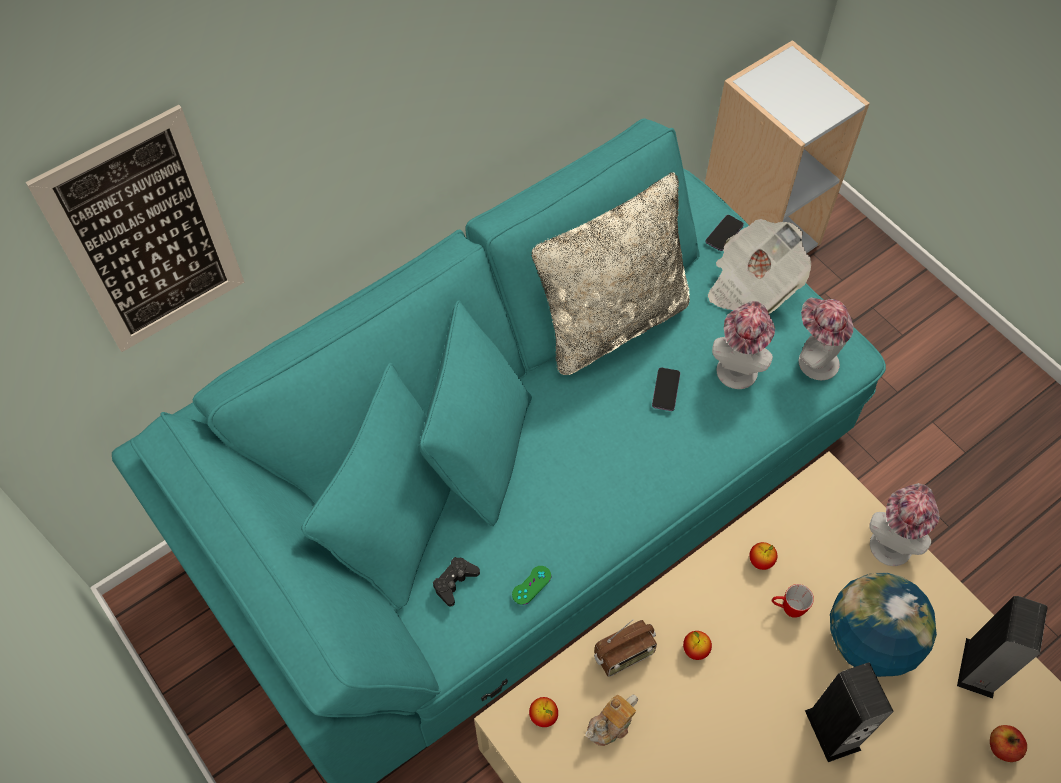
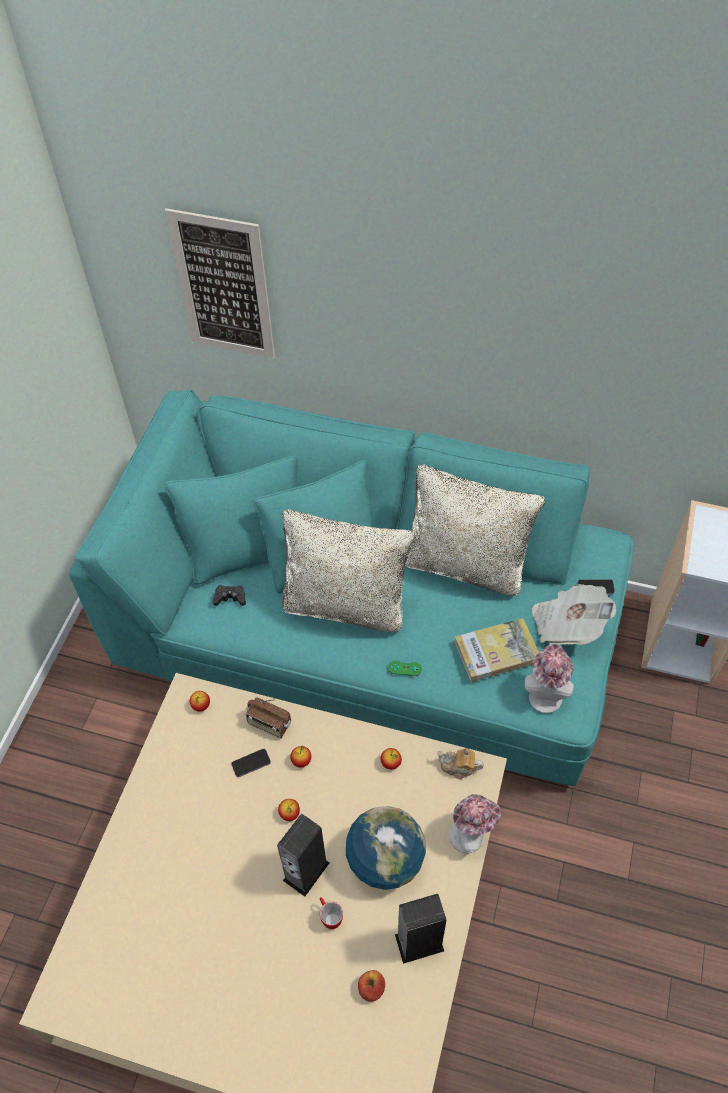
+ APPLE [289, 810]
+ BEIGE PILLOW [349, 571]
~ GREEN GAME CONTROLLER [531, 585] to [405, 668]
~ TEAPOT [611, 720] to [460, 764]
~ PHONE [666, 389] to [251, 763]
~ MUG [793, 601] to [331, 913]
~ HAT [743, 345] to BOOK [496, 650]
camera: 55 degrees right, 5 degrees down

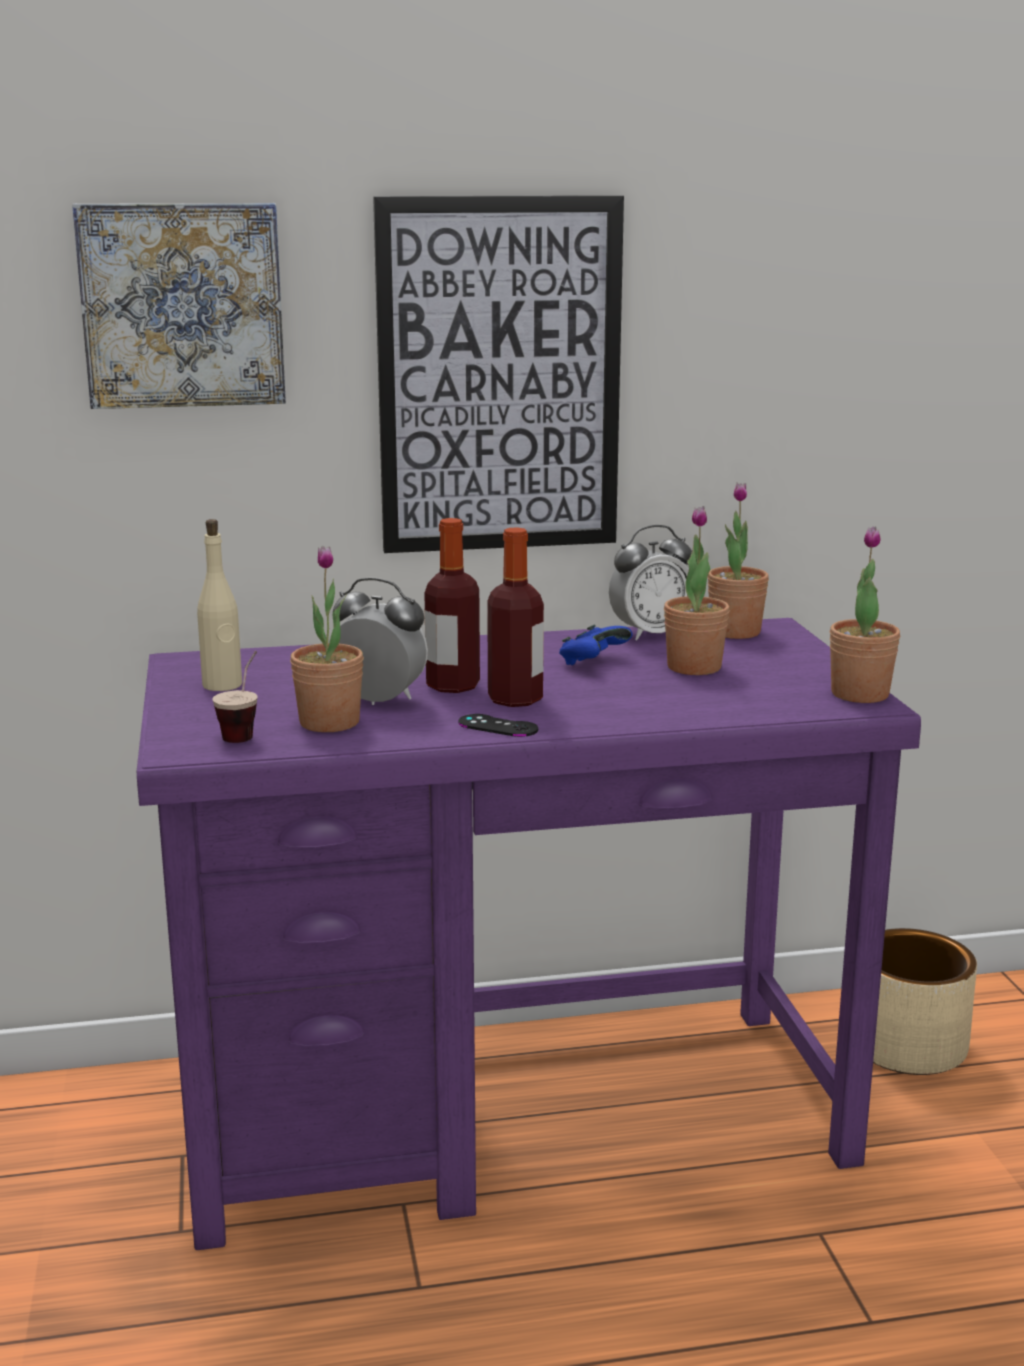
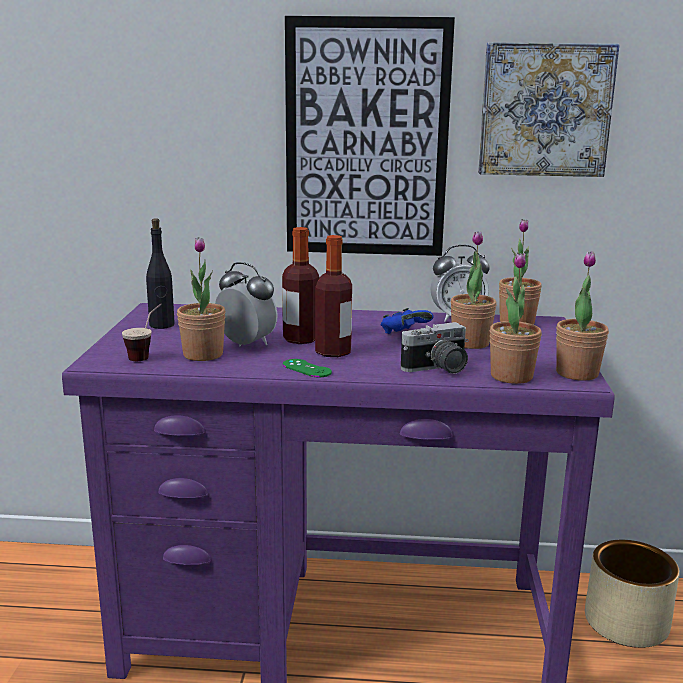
+ PHOTO CAMERA [435, 348]
+ POTTED PLANT [516, 318]
~ PICTURE [179, 306] to [549, 109]
~ BEIGE BOTTLE [219, 605] to BLACK BOTTLE [160, 273]
~ BLACK GAME CONTROLLER [498, 725] to GREEN GAME CONTROLLER [307, 368]
camera: 15 degrees right, 0 degrees up

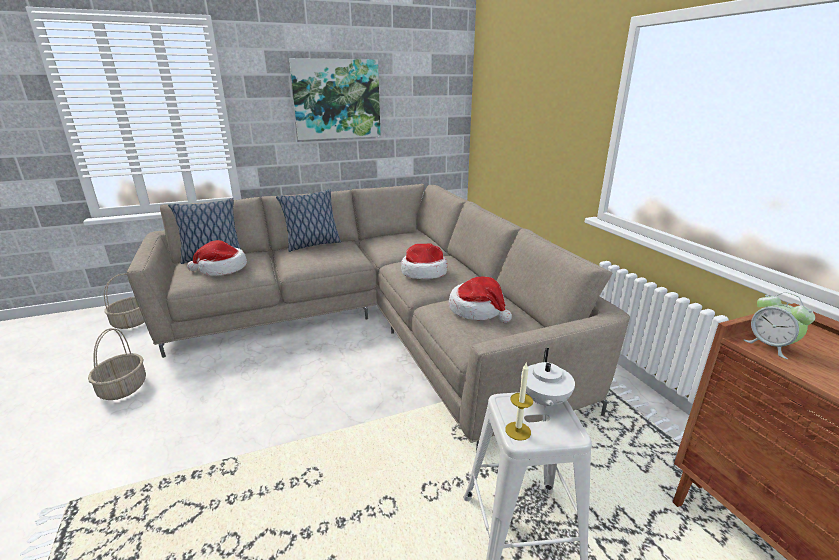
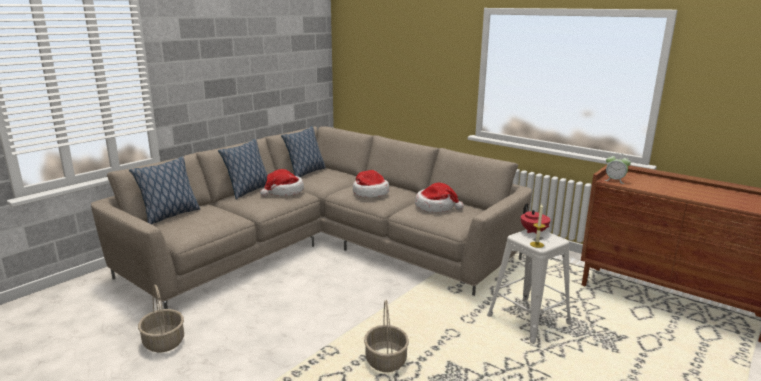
- PICTURE [335, 99]
+ PILLOW [303, 151]
~ BASKET [124, 301] to [386, 336]
~ HAT [217, 258] to [282, 183]
~ WHITE TEAPOT [548, 379] to RED TEAPOT [535, 218]
camera: 30 degrees left, 5 degrees down

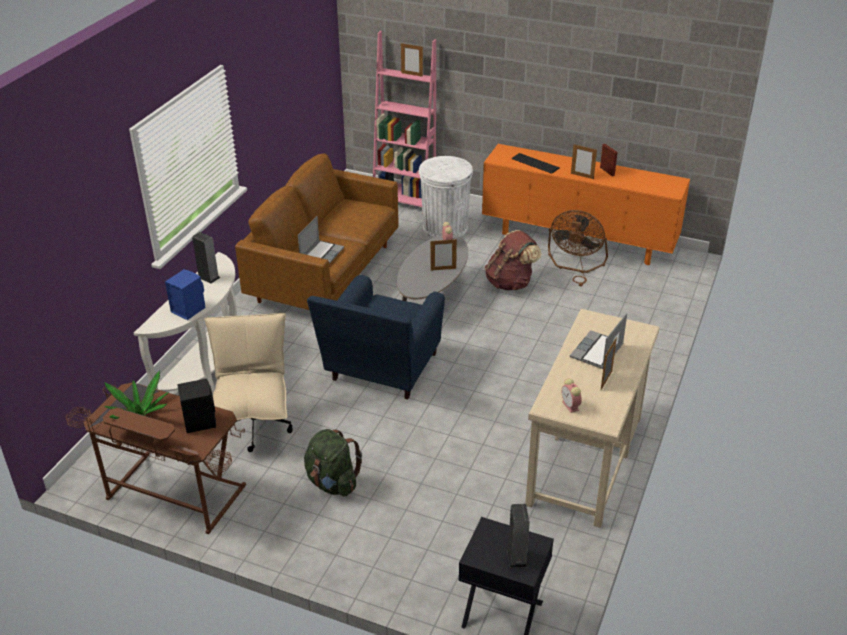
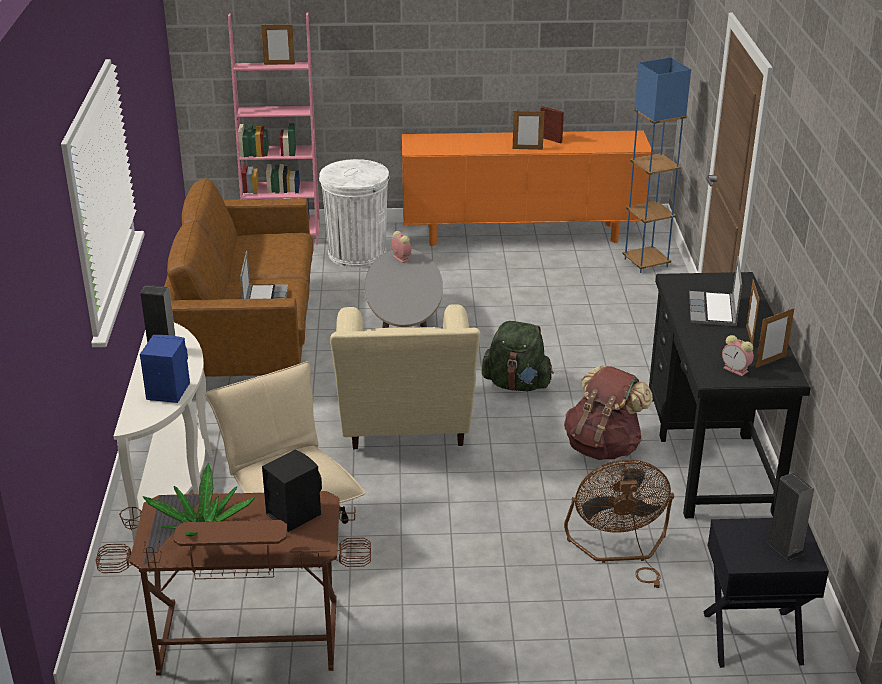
- KEYBOARD [536, 163]
+ BLUE FLOOR LAMP [656, 165]
~ GREEN BACKPACK [333, 463] to [518, 356]
~ PICTURE FRAME [444, 255] to [775, 338]
~ BROWN BACKPACK [513, 260] to [608, 413]
~ BROWN FAN [578, 248] to [619, 523]
~ BLUE ARMCHAIR [376, 337] to BEIGE ARMCHAIR [405, 376]
~ BEIGE DESK [592, 418] to BLACK DESK [729, 395]
camera: 25 degrees left, 5 degrees down

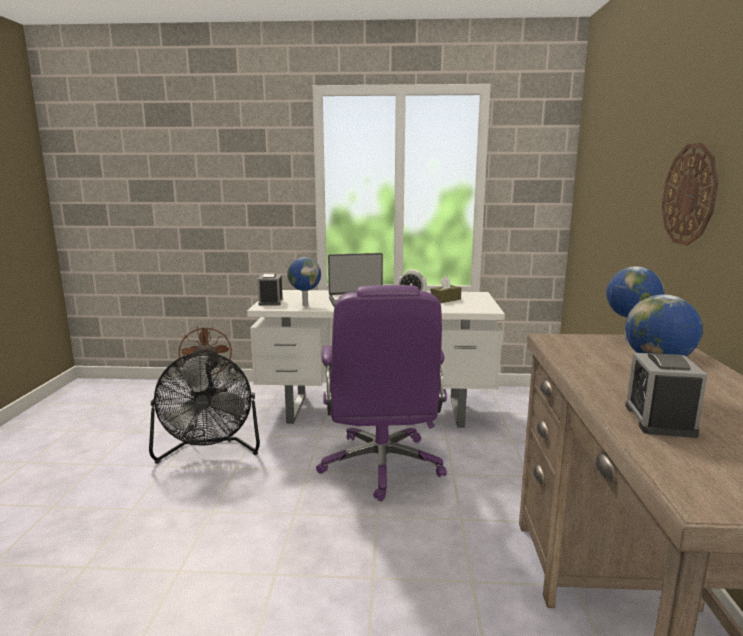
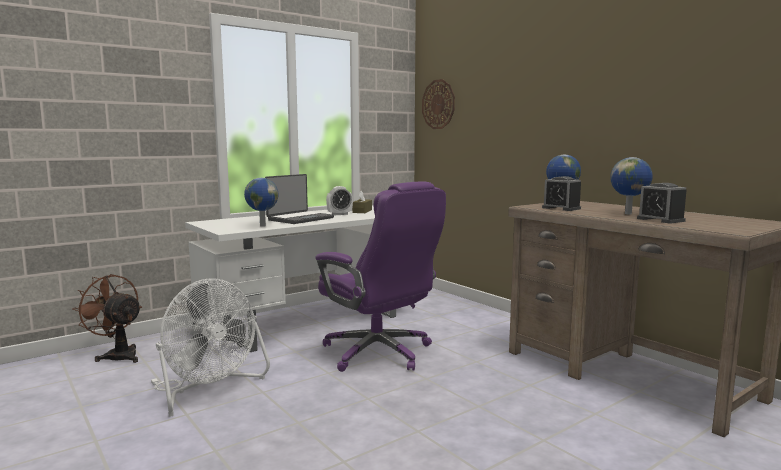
~ ALARM CLOCK [270, 289] to [561, 193]
~ WALL CLOCK [690, 194] to [438, 104]
~ BLACK FAN [204, 408] to WHITE FAN [210, 347]
camera: 40 degrees left, 5 degrees down

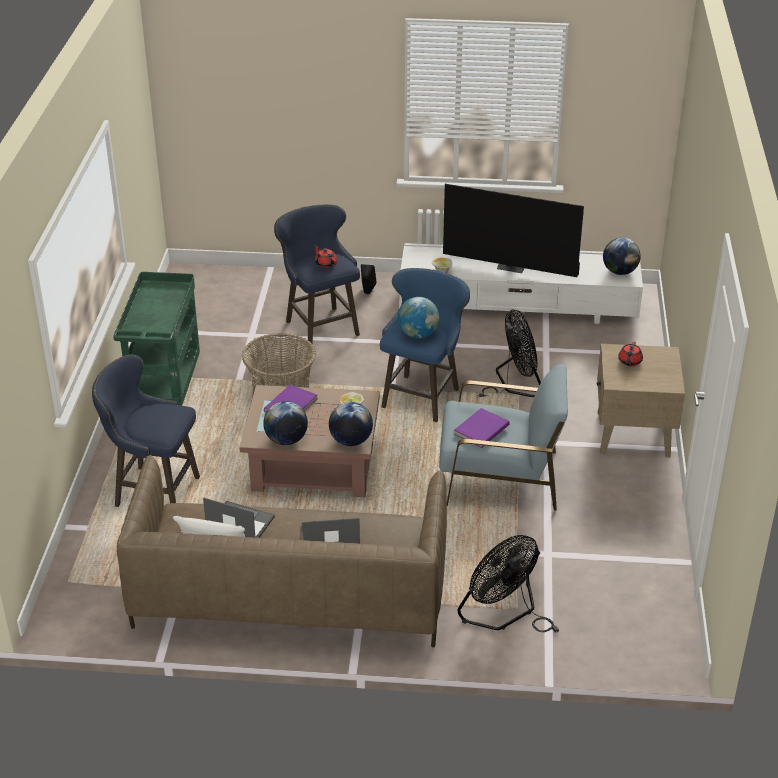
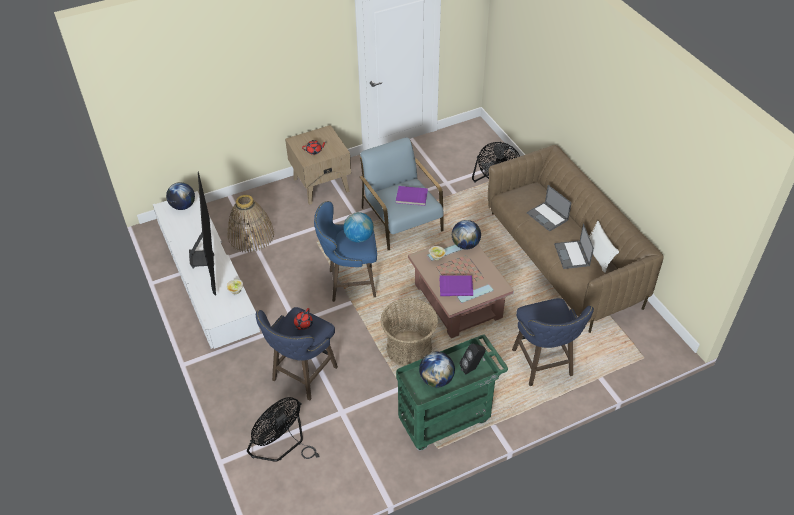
+ BASKET [251, 224]
~ GLOBE [285, 423] to [437, 369]
~ BLACK SPEAKER [368, 279] to [472, 359]
~ BLACK FAN [510, 353] to [283, 429]
camera: 120 degrees left, 10 degrees up

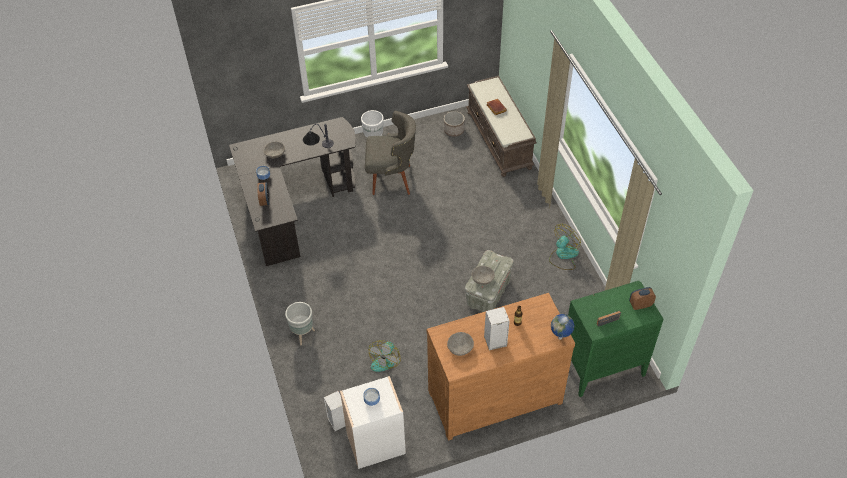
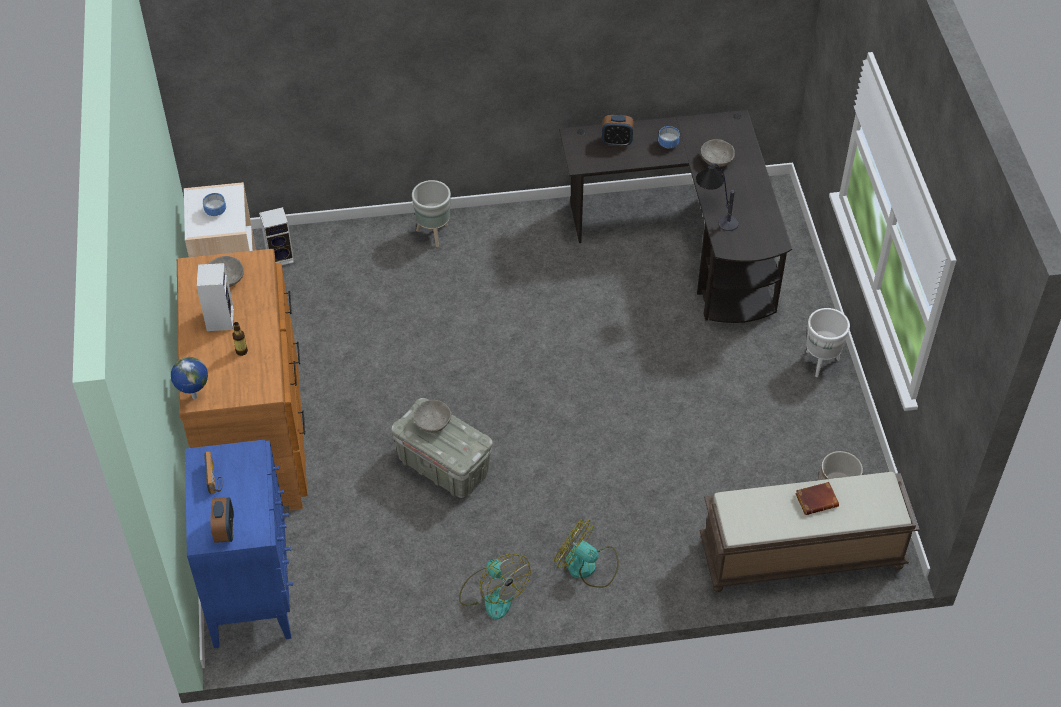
- GREY CHAIR [390, 153]
~ FAN [385, 356] to [586, 553]
~ GREEN DRESSER [616, 339] to BLUE DRESSER [239, 544]
camera: 100 degrees right, 0 degrees up

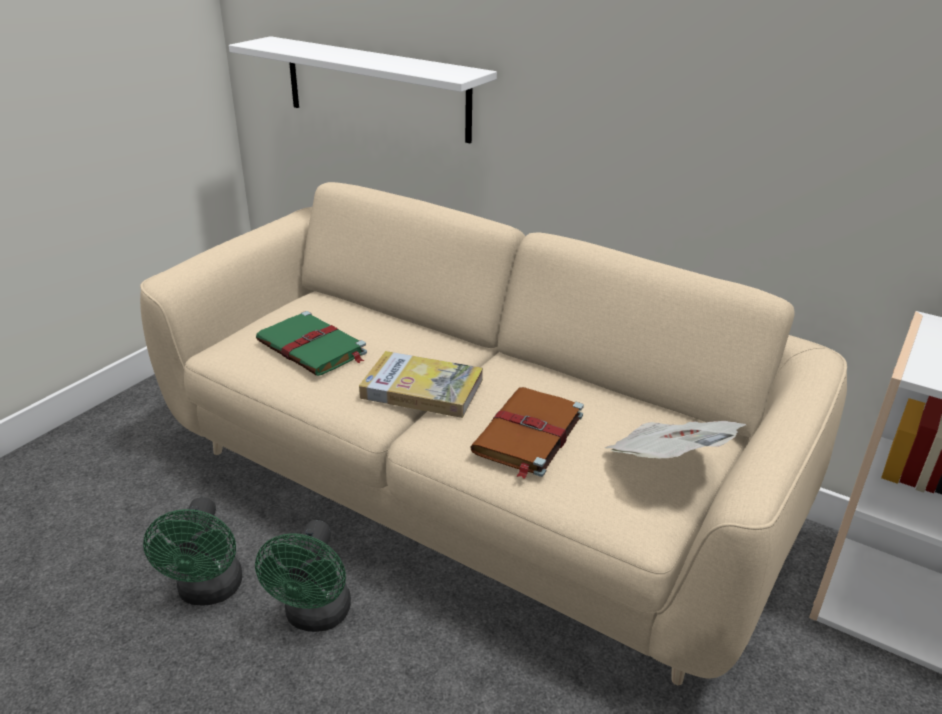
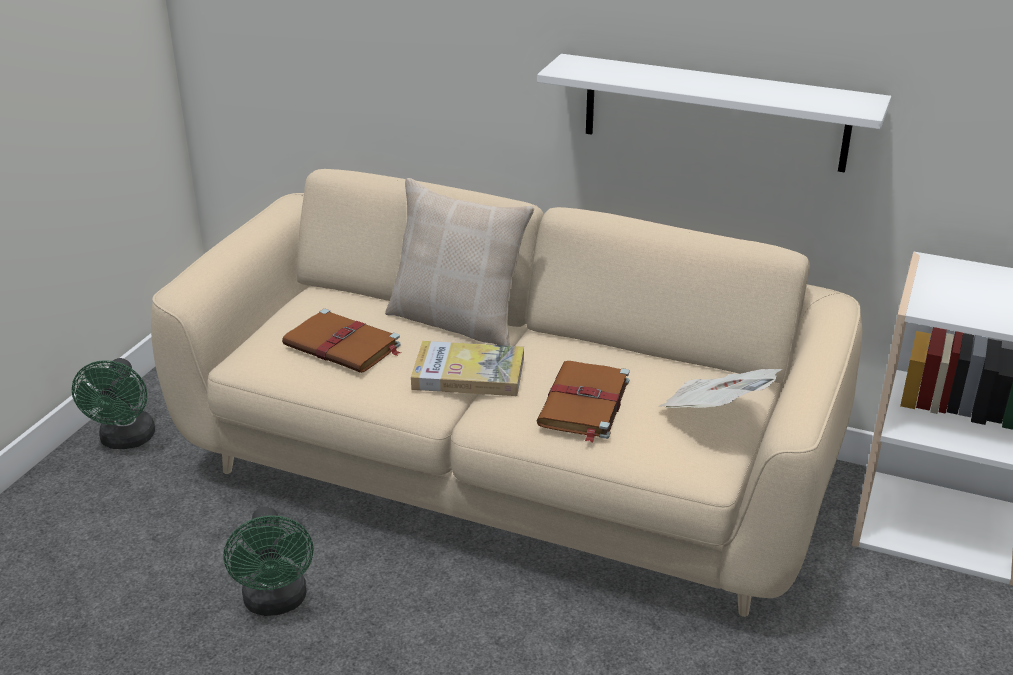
+ BEIGE PILLOW [459, 262]
~ WHITE SHELF [363, 90] to [714, 113]
~ GREEN FAN [303, 576] to [113, 403]
~ GREEN BOOK [311, 343] to BROWN BOOK [341, 341]
camera: 10 degrees left, 0 degrees up

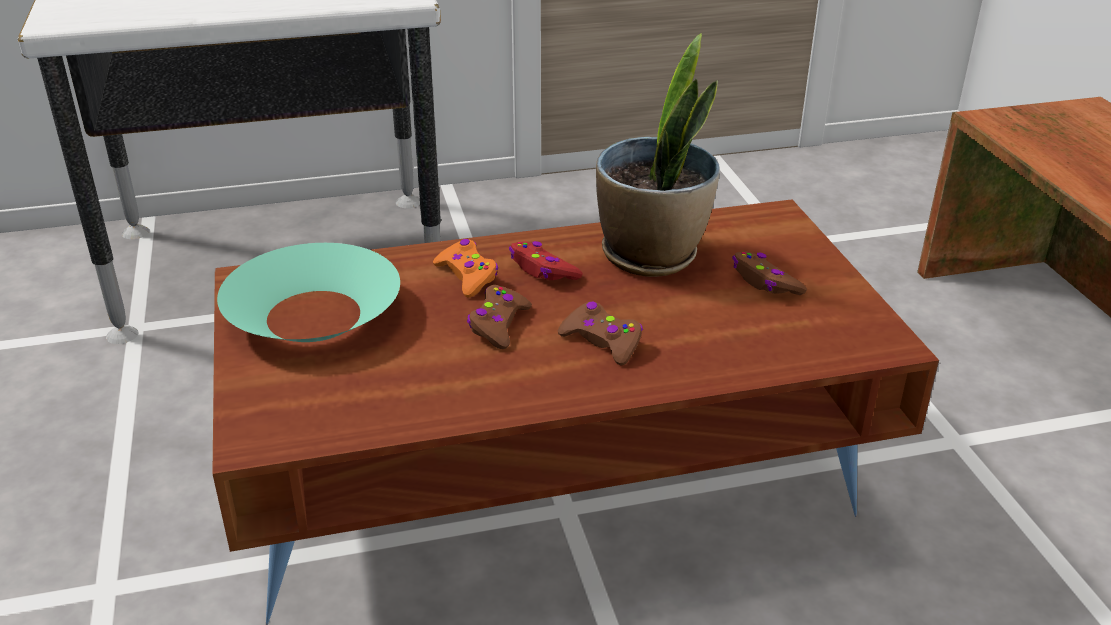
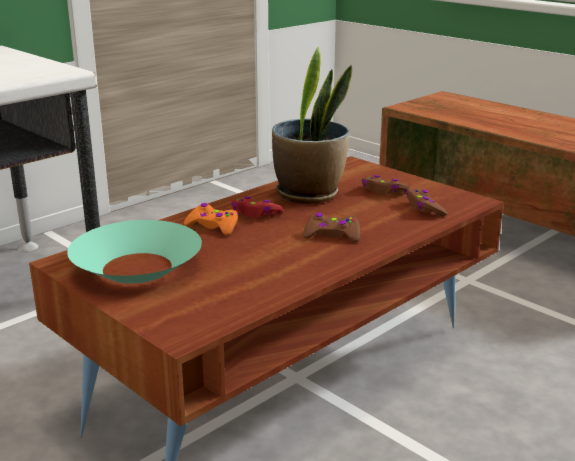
~ BROWN GAME CONTROLLER [499, 317] to [426, 202]
camera: 30 degrees left, 10 degrees down

